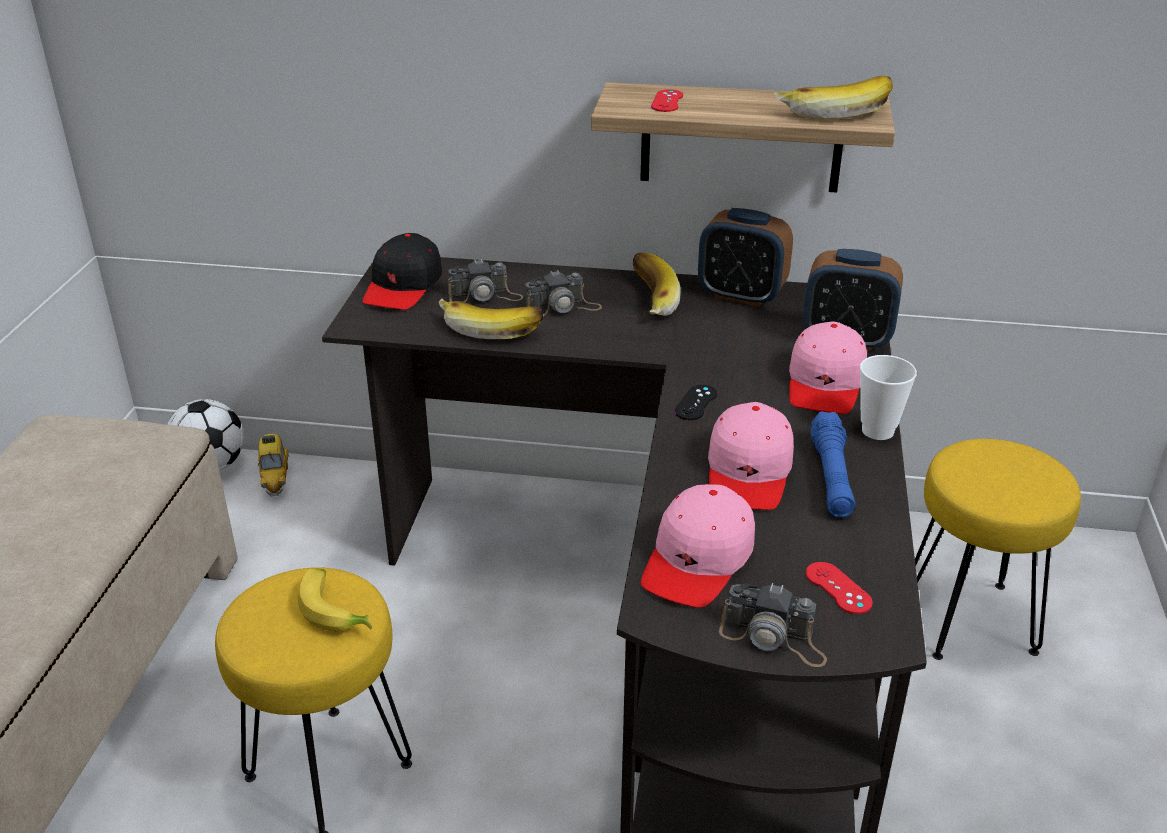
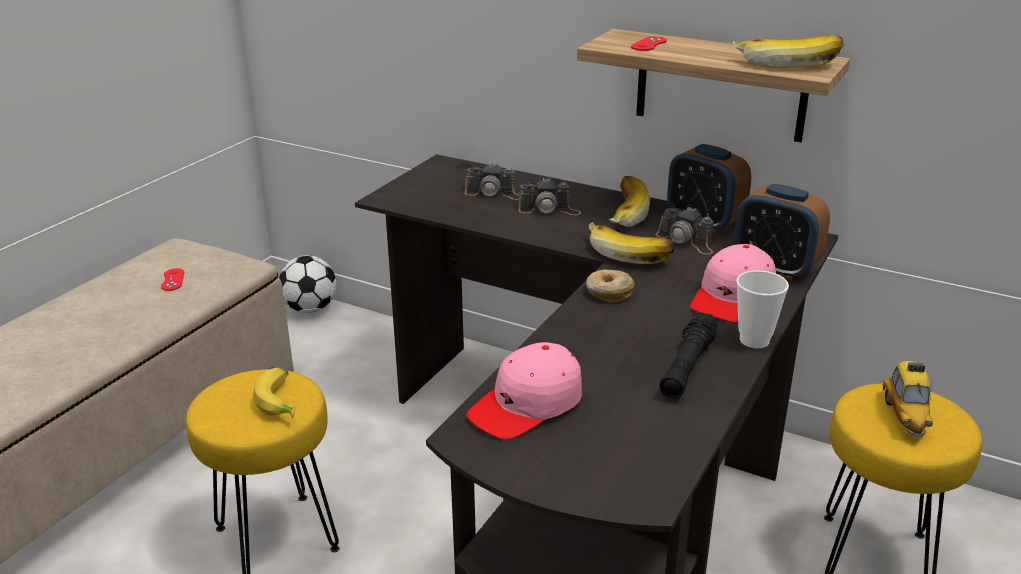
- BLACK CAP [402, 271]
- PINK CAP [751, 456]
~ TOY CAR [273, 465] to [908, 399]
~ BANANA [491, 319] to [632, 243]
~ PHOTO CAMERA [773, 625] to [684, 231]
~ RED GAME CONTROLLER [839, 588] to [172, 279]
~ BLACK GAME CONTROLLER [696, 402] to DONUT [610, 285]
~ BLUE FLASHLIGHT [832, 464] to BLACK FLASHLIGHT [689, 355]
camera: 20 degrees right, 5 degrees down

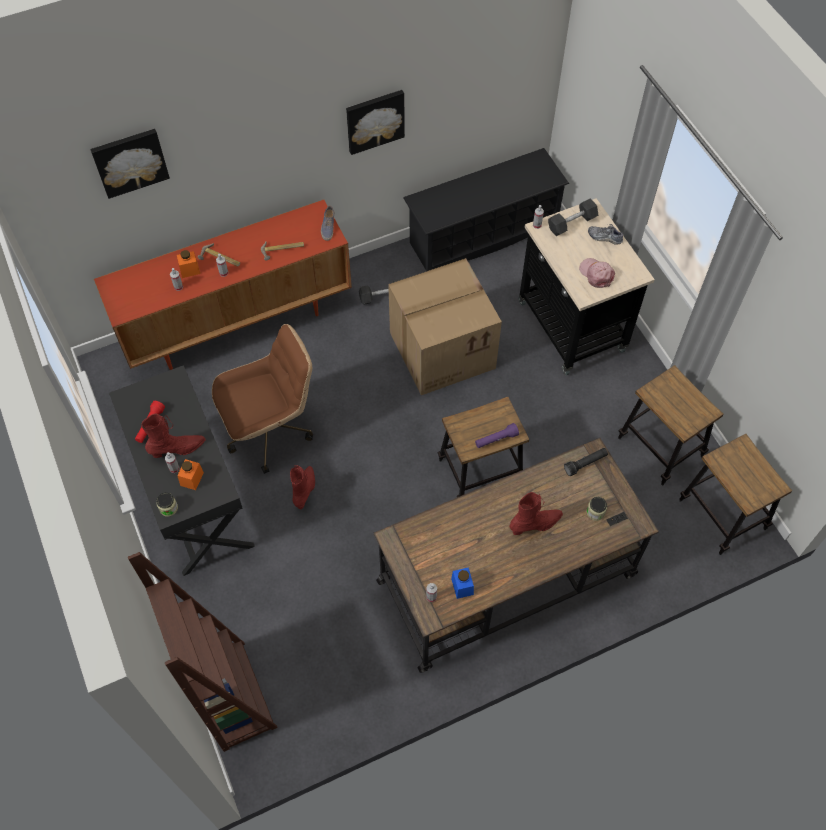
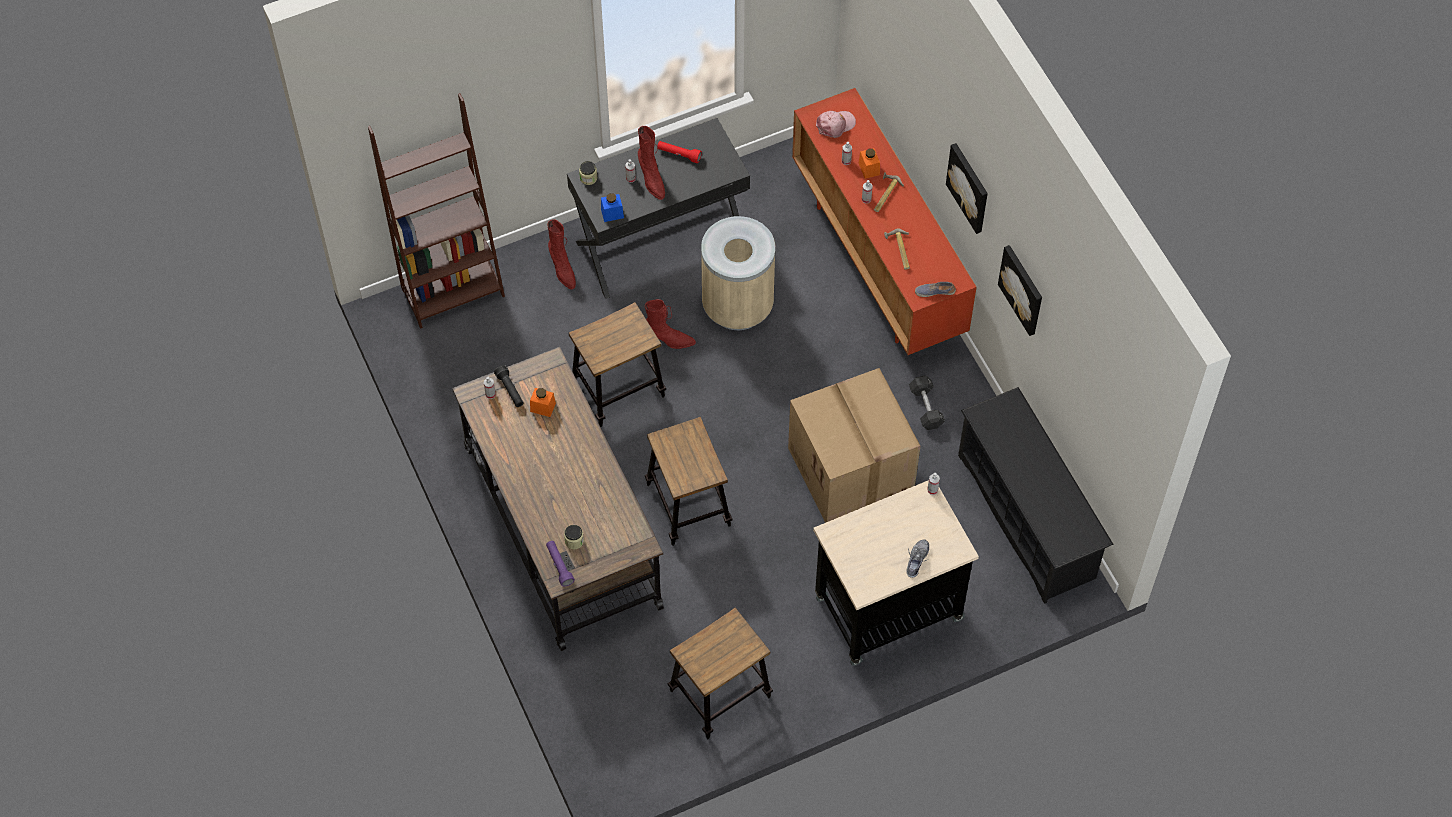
- BLACK DUMBBELL [573, 217]
~ PICTURE [130, 164] to [967, 188]
~ ORANGE JAR [190, 474] to [543, 402]
~ BLUE JAR [462, 583] to [612, 207]
~ PURPLE FLASHLIGHT [497, 435] to [560, 564]
~ RED BOOT [536, 513] to [561, 254]
~ BLACK FLASHLIGHT [586, 462] to [509, 386]
~ PINK CAP [597, 273] to [836, 124]
~ STOOL [735, 494] to [617, 364]
~ BROWN OFFICE CHAIR [262, 399] to BEIGE TRASH CAN [738, 273]
camera: 90 degrees right, 0 degrees up

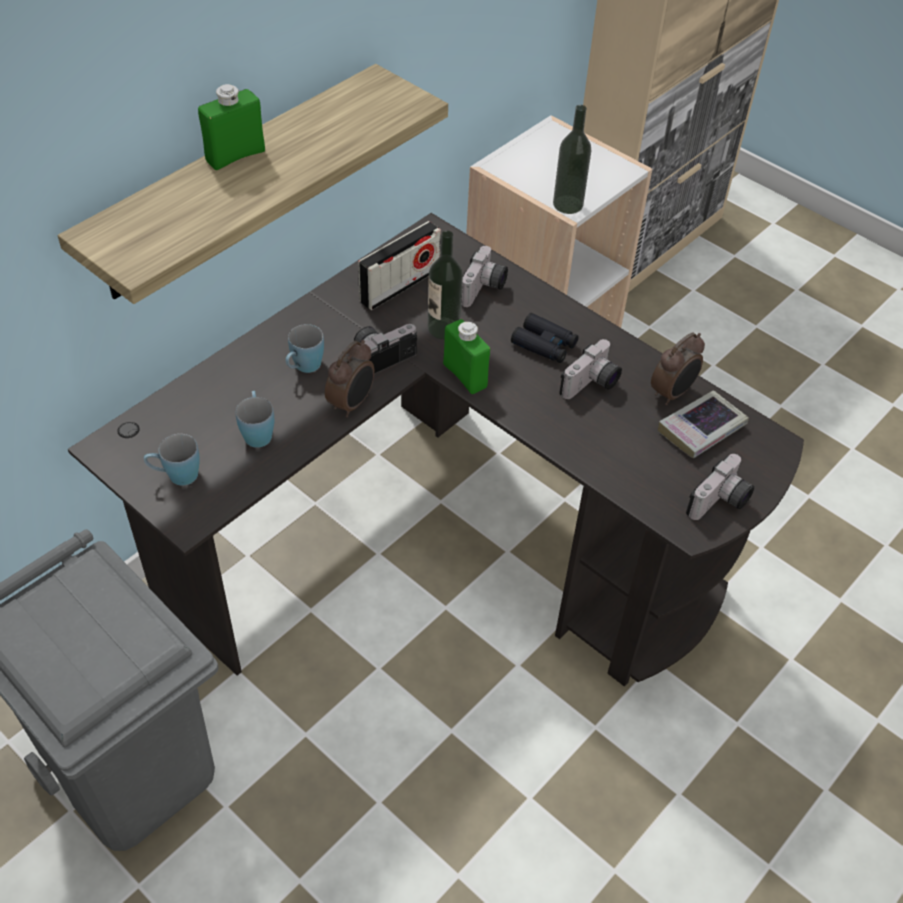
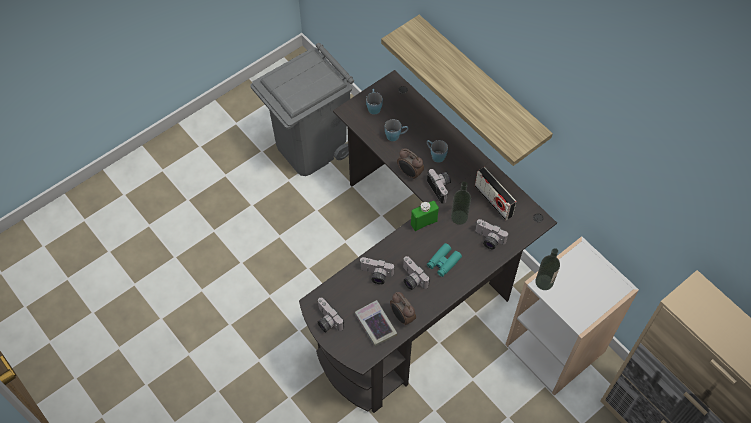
- GREEN BOTTLE [231, 127]
+ PHOTO CAMERA [376, 270]
~ BLACK BINOCULARS [545, 338] to TURQUOISE BINOCULARS [444, 260]
camera: 100 degrees right, 10 degrees up

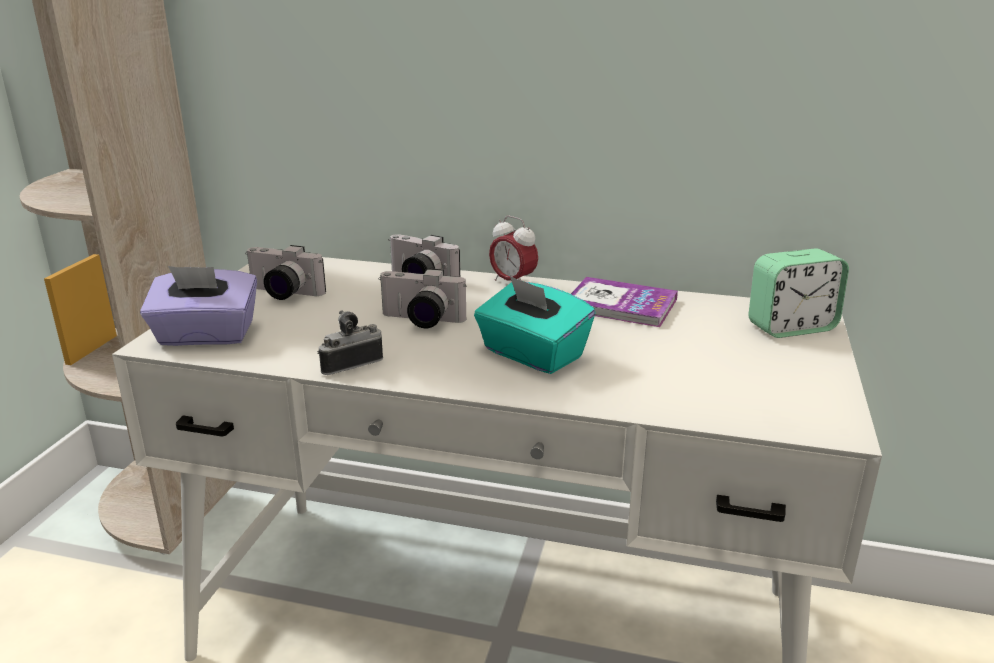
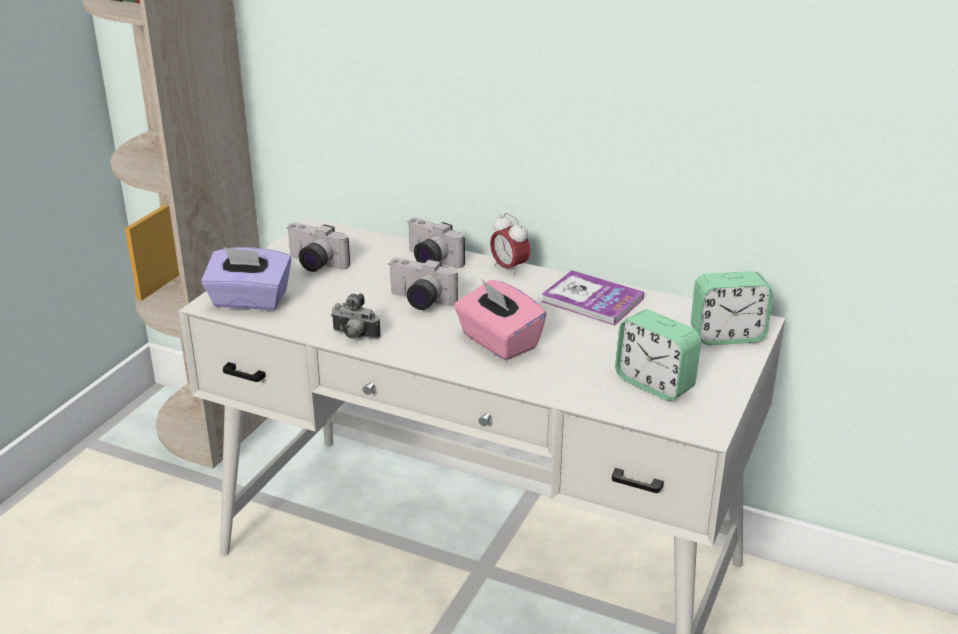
+ ALARM CLOCK [658, 355]
~ TURQUOISE TISSUE BOX [535, 325] to PINK TISSUE BOX [500, 320]
~ PHOTO CAMERA [350, 342] = [356, 316] 135 degrees counterclockwise
camera: 10 degrees right, 5 degrees up

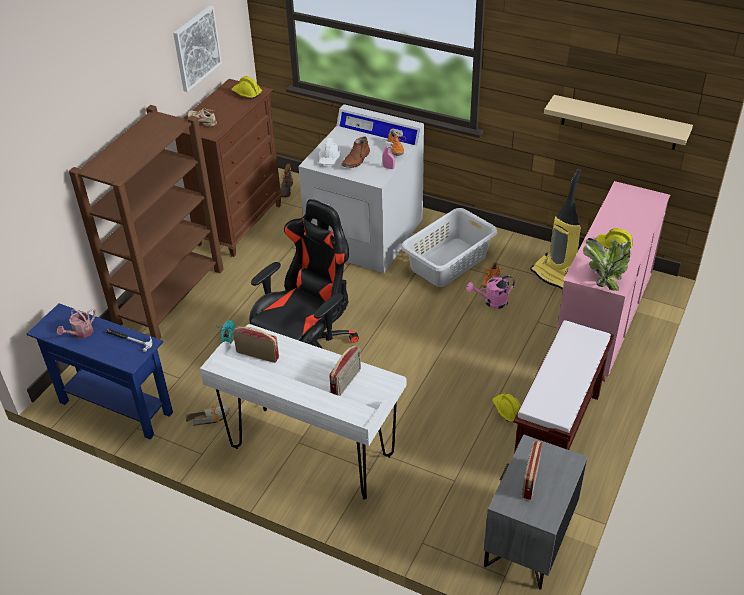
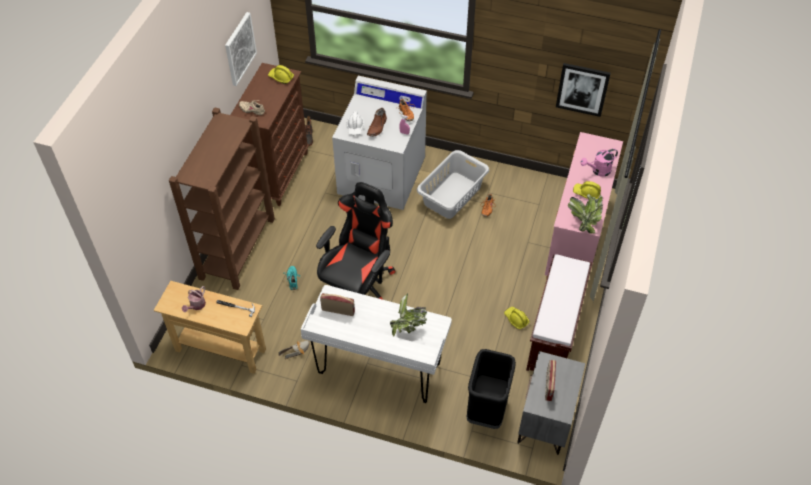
- VACUUM CLEANER [556, 229]
+ BLACK TRASH CAN [491, 389]
~ PINK WATERING CAN [490, 292] to [599, 163]
~ RADIO [345, 370] to POTTED PLANT [408, 315]
~ BEIGE SHELF [618, 122] to PICTURE [583, 90]
~ BLUE CONSOLE TABLE [100, 371] to BEIGE CONSOLE TABLE [210, 327]
camera: 10 degrees left, 10 degrees up

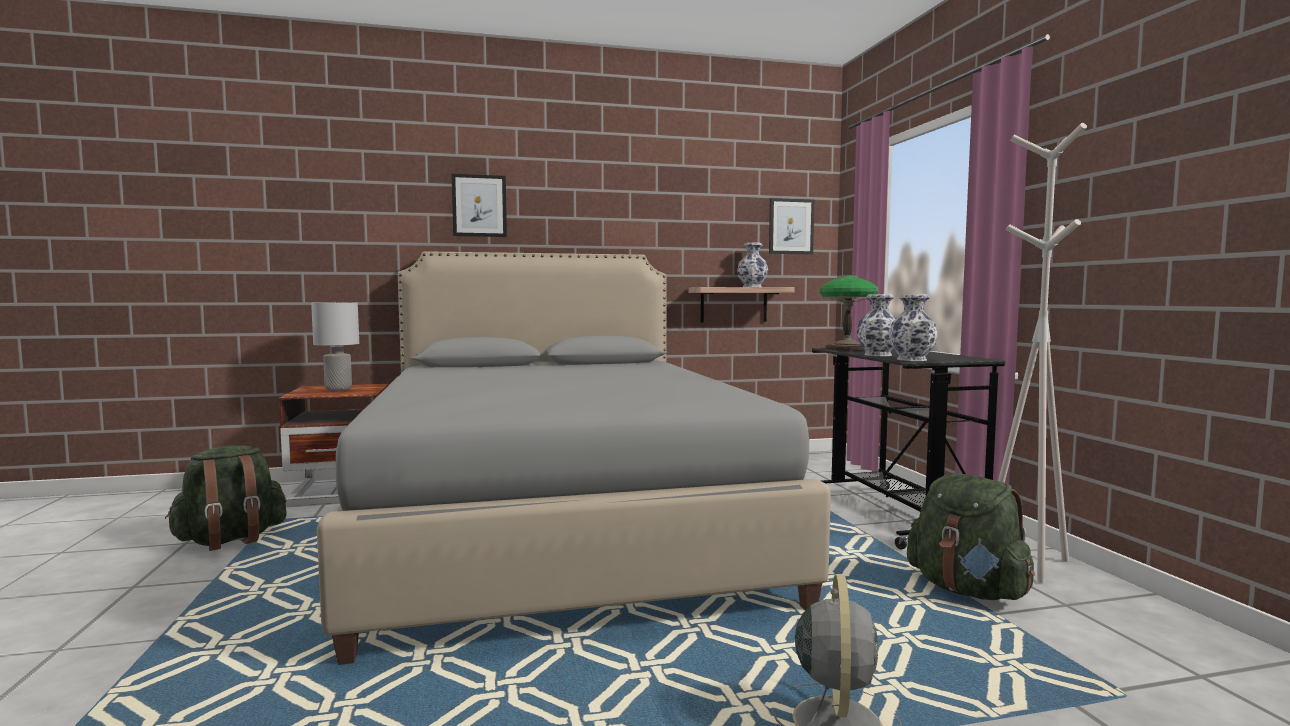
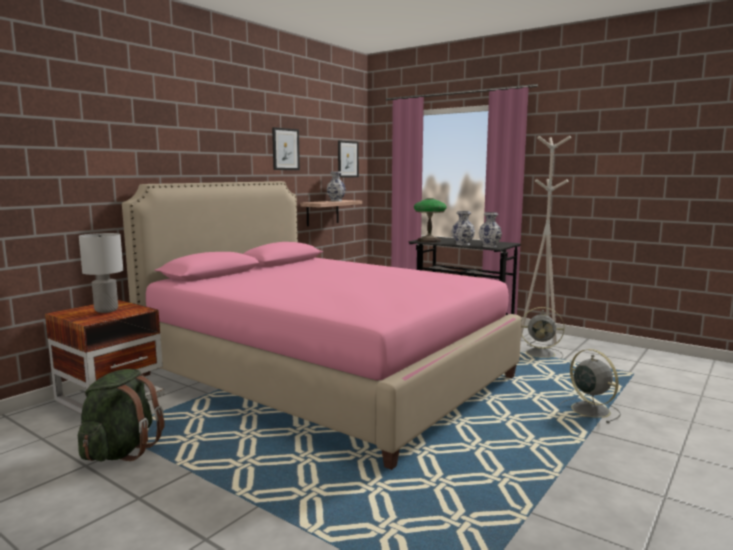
~ PICTURE [479, 205] to [286, 148]
~ GREEN BACKPACK [971, 536] to GREY FAN [542, 333]
~ GREY BED [574, 458] to PINK BED [322, 325]
camera: 40 degrees left, 5 degrees up

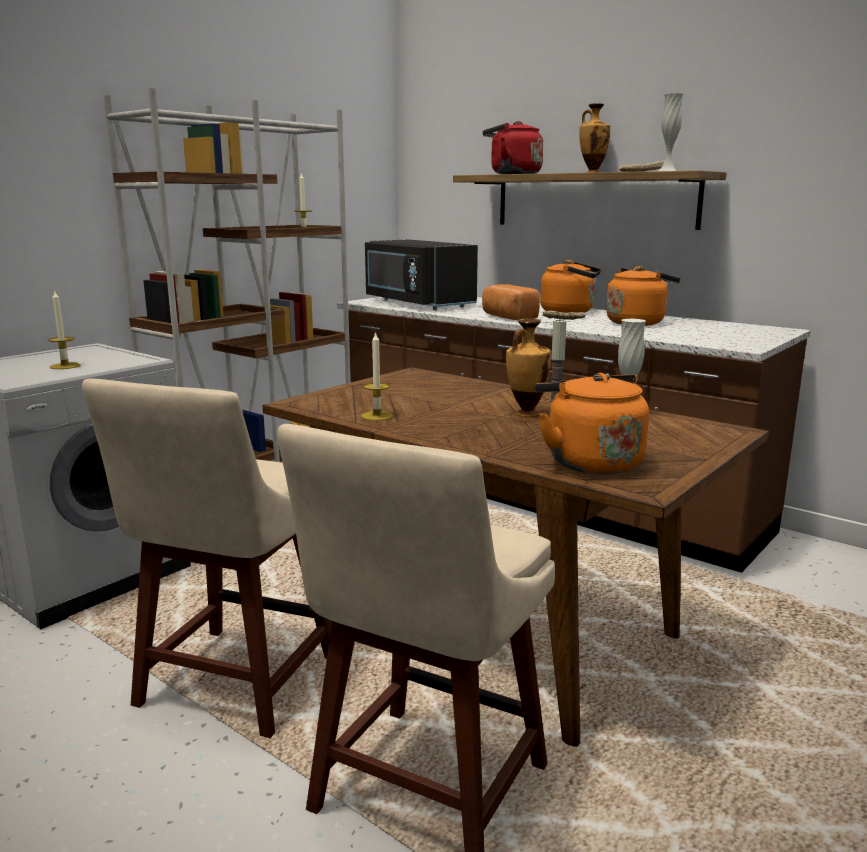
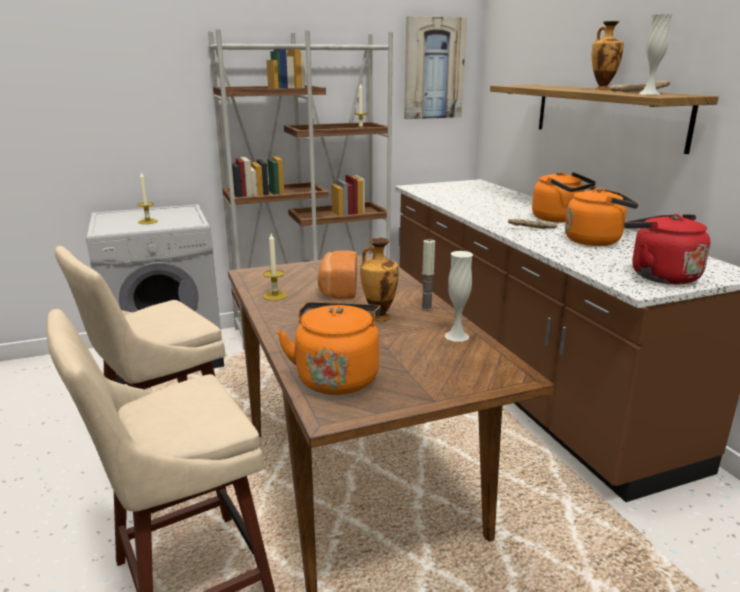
- BLACK MICROWAVE [421, 275]
+ PICTURE [435, 67]
~ BREAD [511, 302] to [337, 275]
~ RED KETTLE [513, 147] to [667, 249]
camera: 30 degrees right, 5 degrees up

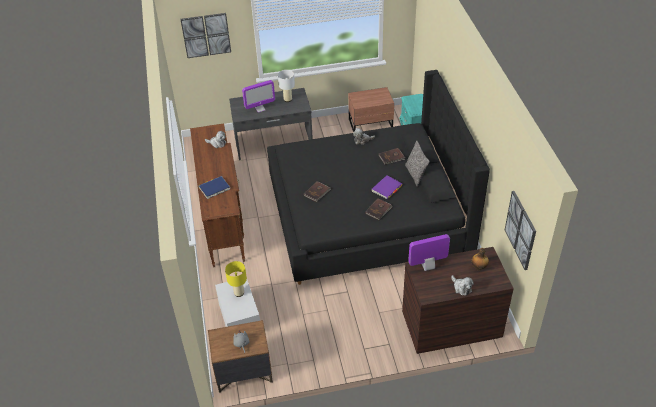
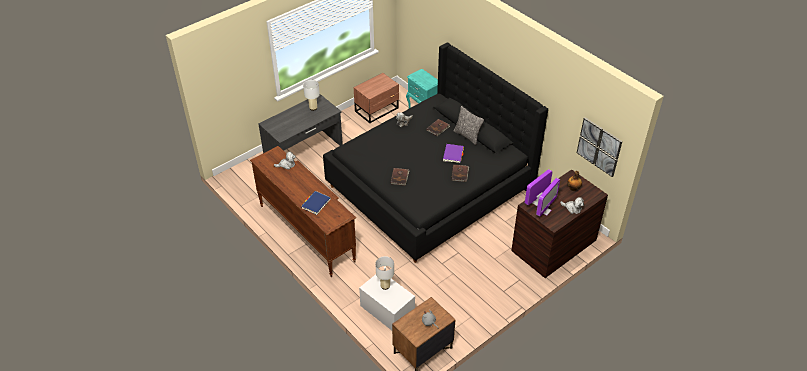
- PICTURE [205, 35]
~ MONITOR [258, 96] to [548, 197]
~ YELLOW TABLE LAMP [236, 279] to WHITE TABLE LAMP [385, 273]
camera: 30 degrees left, 0 degrees up

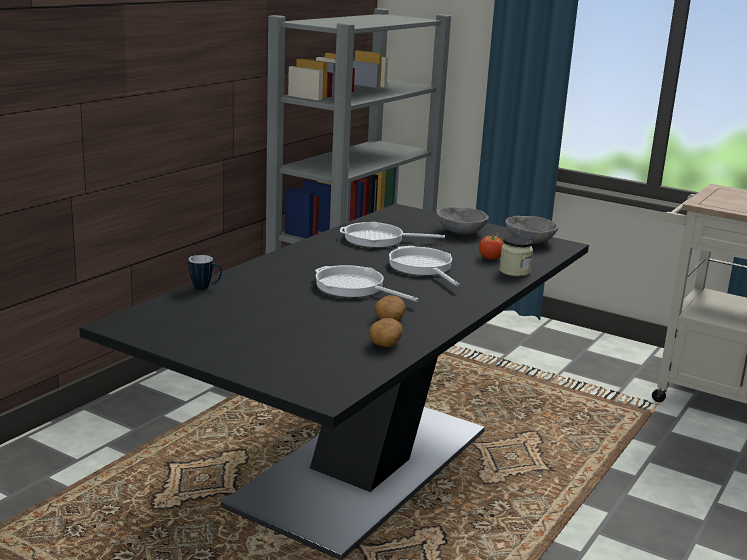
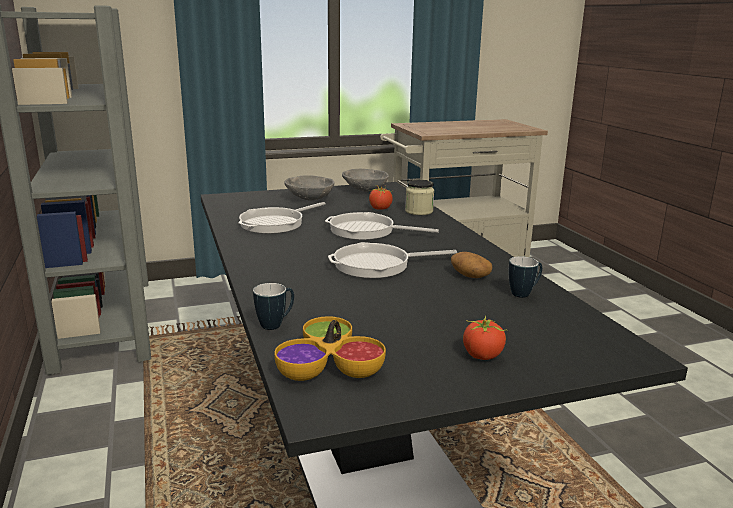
+ BOWL [330, 348]
+ TOMATO [484, 338]
~ POTATO [386, 332] to MUG [525, 277]
camera: 50 degrees left, 0 degrees up

